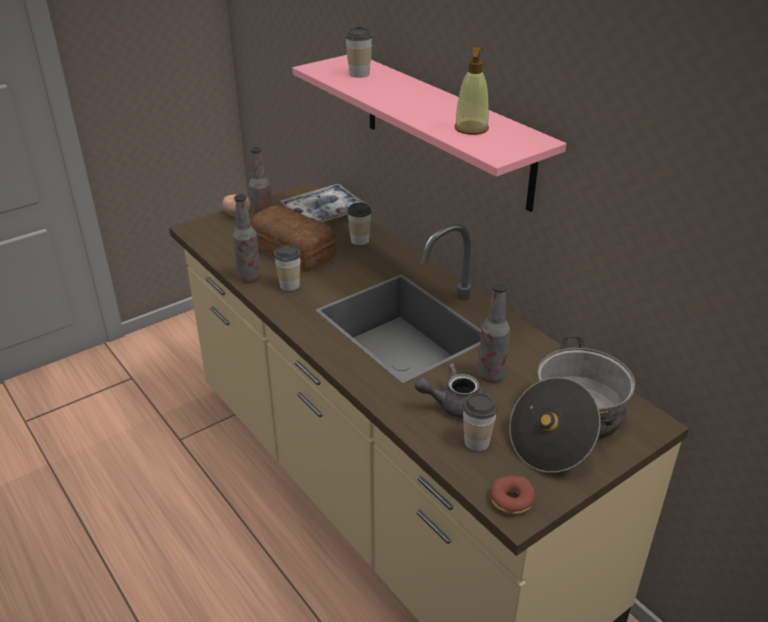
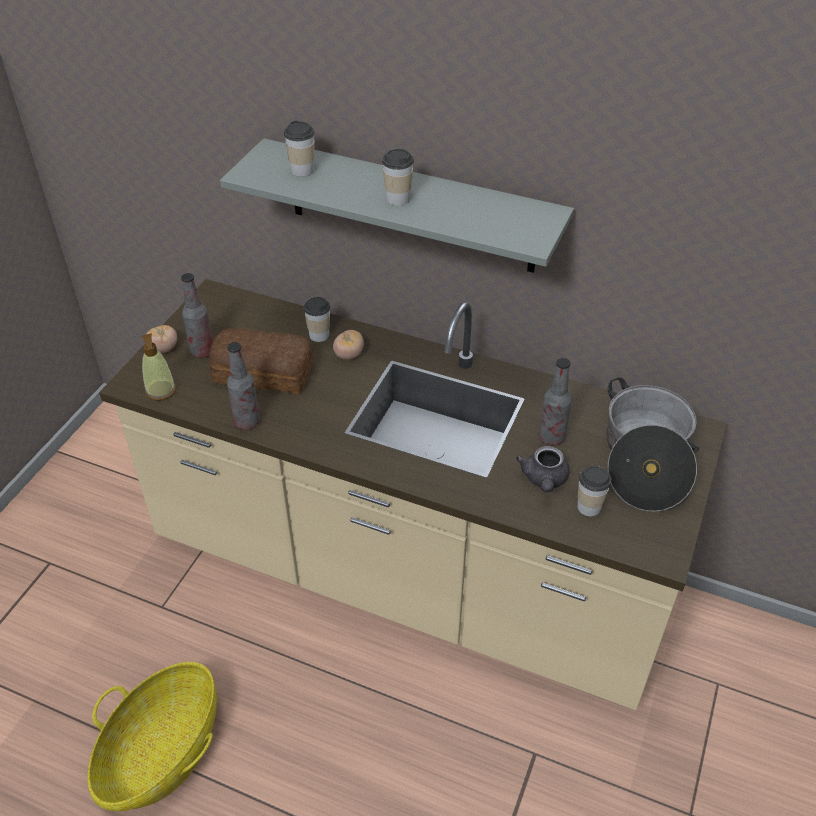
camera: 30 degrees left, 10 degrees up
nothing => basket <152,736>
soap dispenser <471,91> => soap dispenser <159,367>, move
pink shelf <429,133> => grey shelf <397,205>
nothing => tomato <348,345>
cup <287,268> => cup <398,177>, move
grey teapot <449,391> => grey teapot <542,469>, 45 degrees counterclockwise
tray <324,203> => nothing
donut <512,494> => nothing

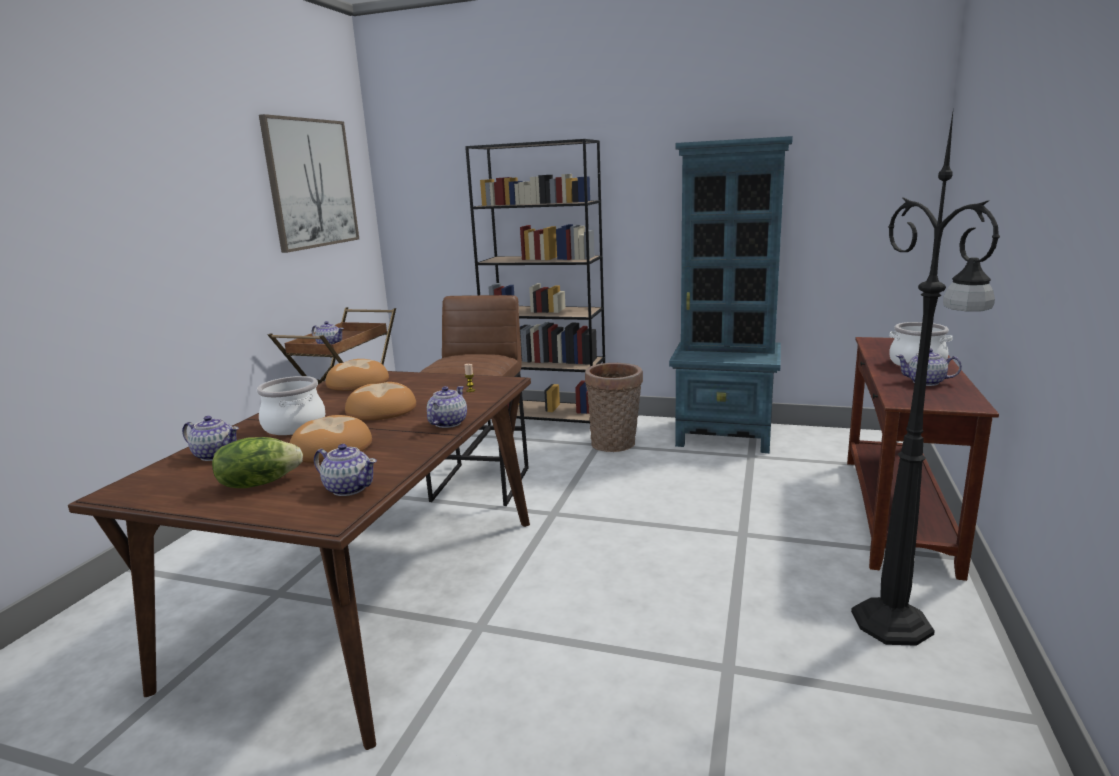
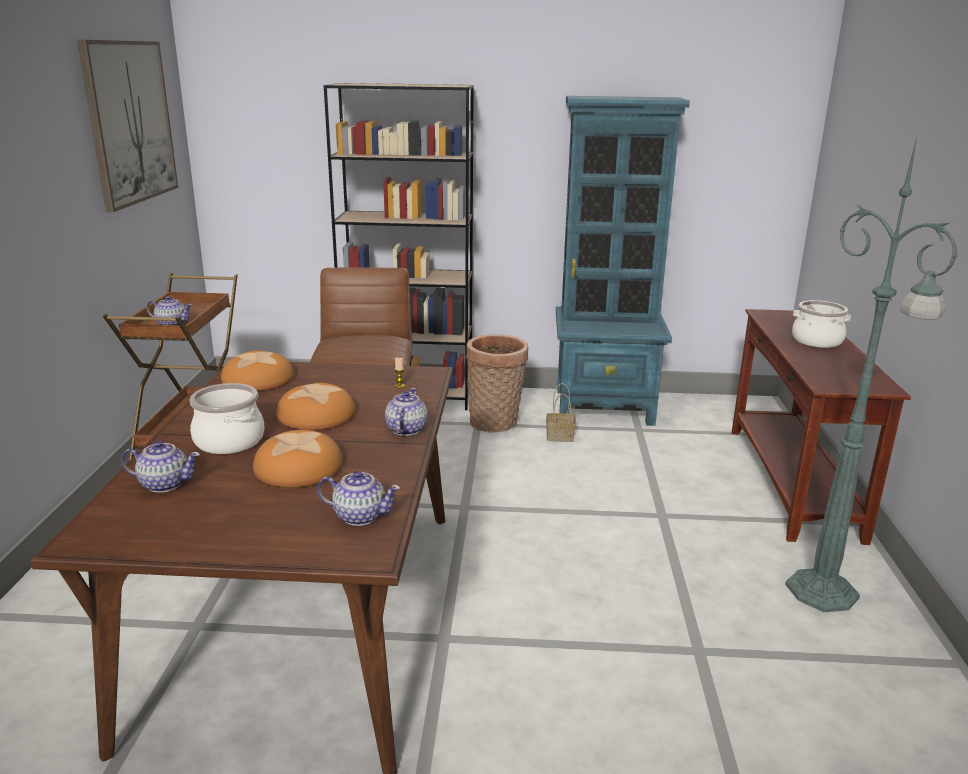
camera: 15 degrees left, 5 degrees up
nothing => basket <561,412>
black floor lamp <925,379> => green floor lamp <871,372>
lettuce <257,462> => nothing
teapot <929,367> => nothing

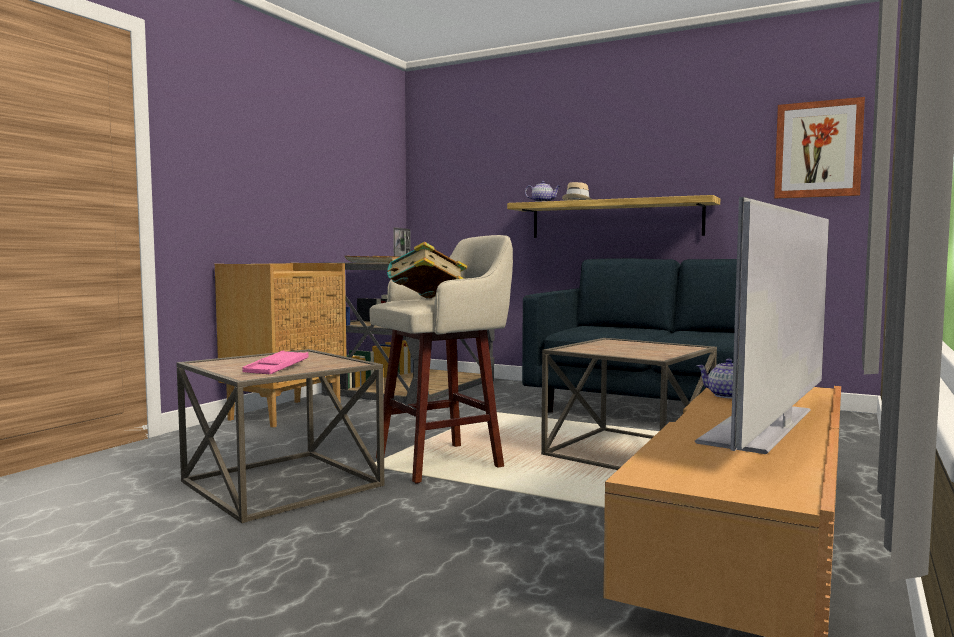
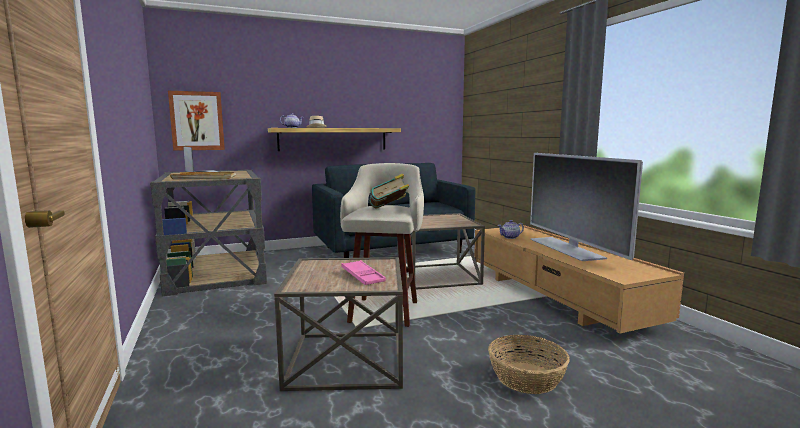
camera: 50 degrees left, 5 degrees up
picture <819,148> => picture <196,121>, move
nothing => basket <529,364>
brown cabinet <281,345> => nothing

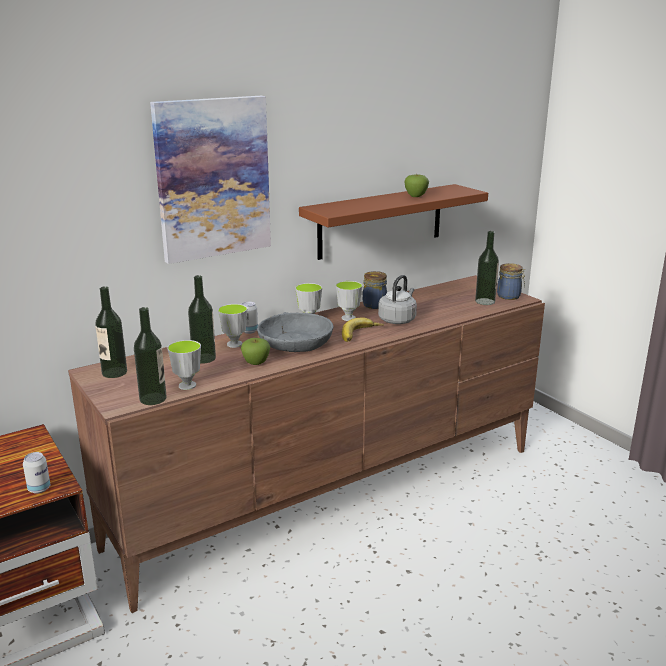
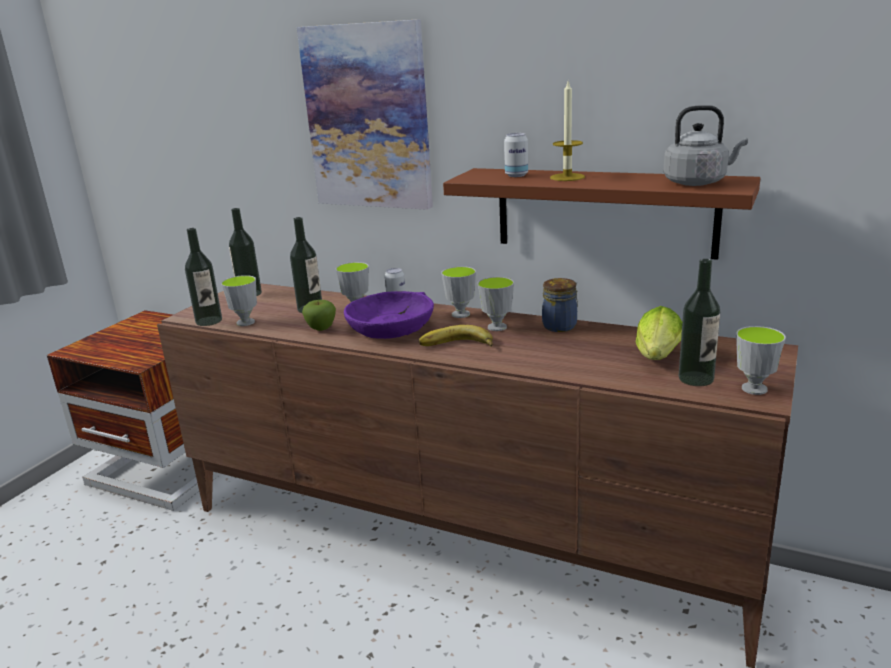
camera: 60 degrees right, 0 degrees up
grey bowl <295,332> => purple bowl <389,315>
can <36,473> => can <516,155>, move
nothing => candle <567,131>
nothing => lettuce <659,333>
grey kettle <397,299> => grey kettle <705,145>, move
jar <511,281> => cup <761,360>
apple <416,185> => nothing

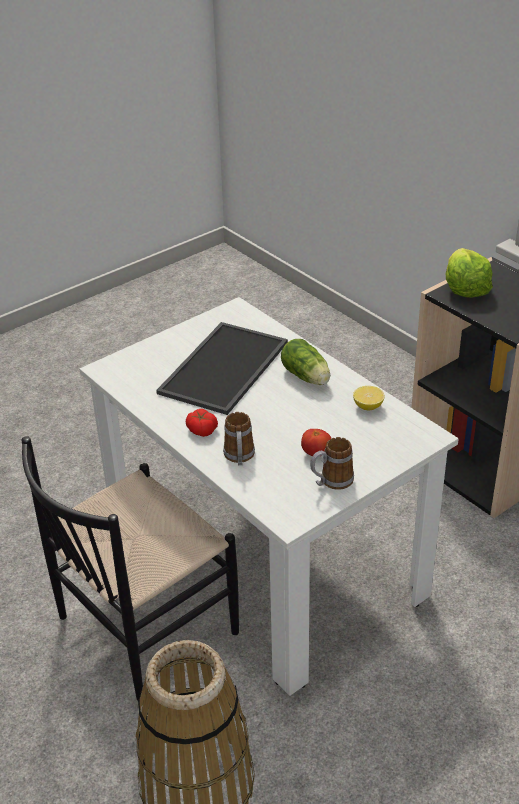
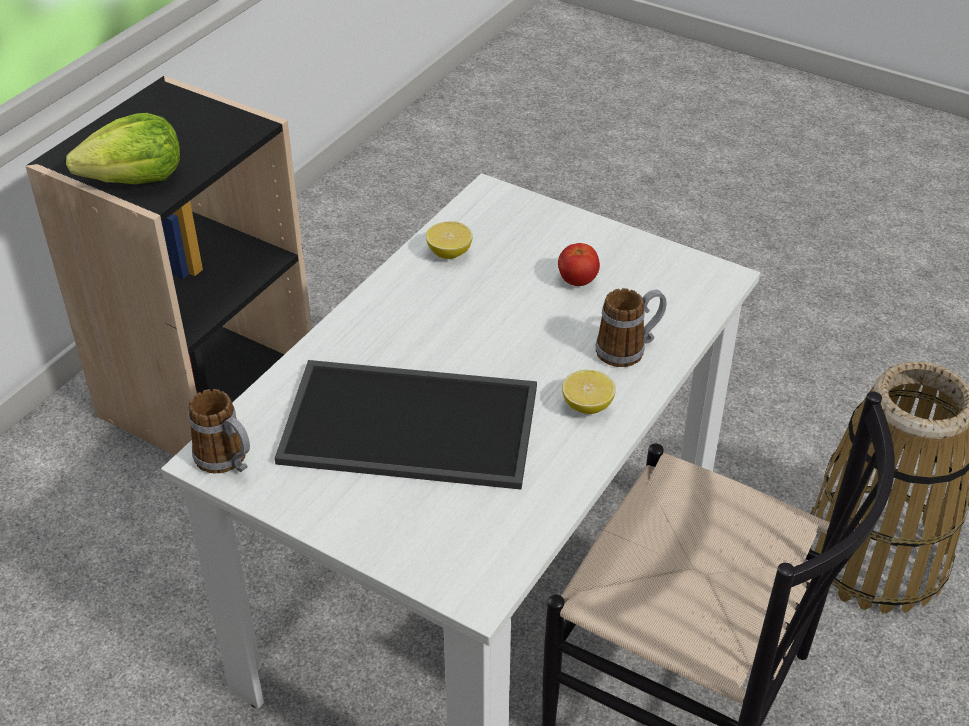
camera: 110 degrees left, 5 degrees up
mug <332,463> => mug <219,431>, move
tomato <202,423> => lemon <589,392>
lettuce <305,362> => nothing

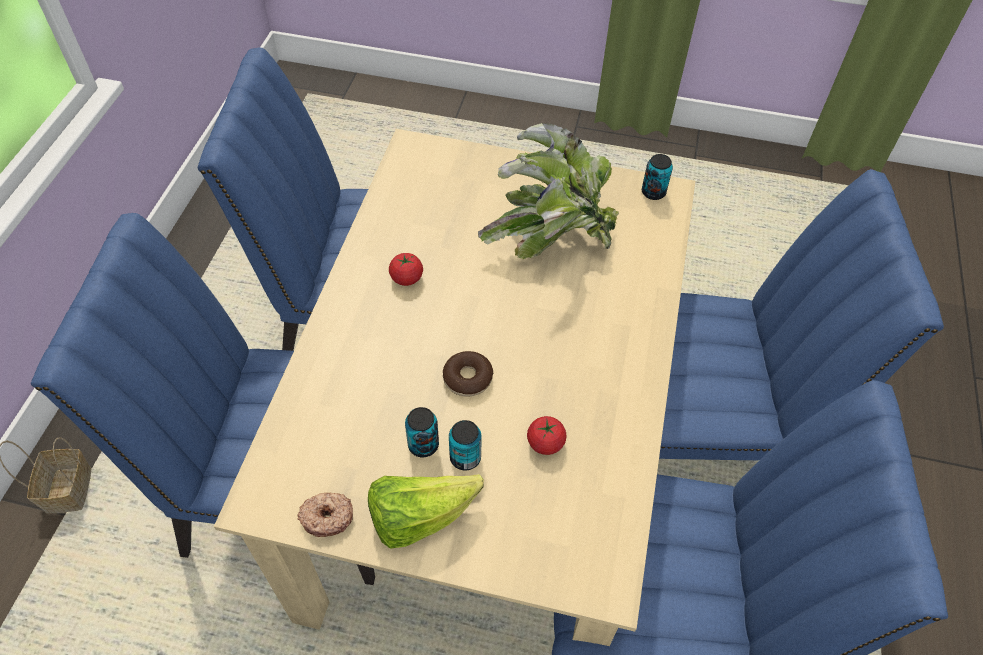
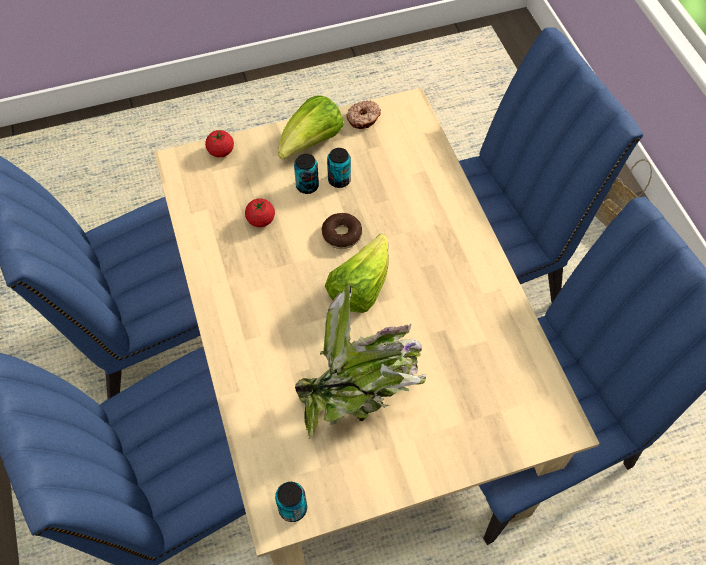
camera: 150 degrees right, 5 degrees up
tomato <406,269> => tomato <219,143>, move
nothing => lettuce <357,273>

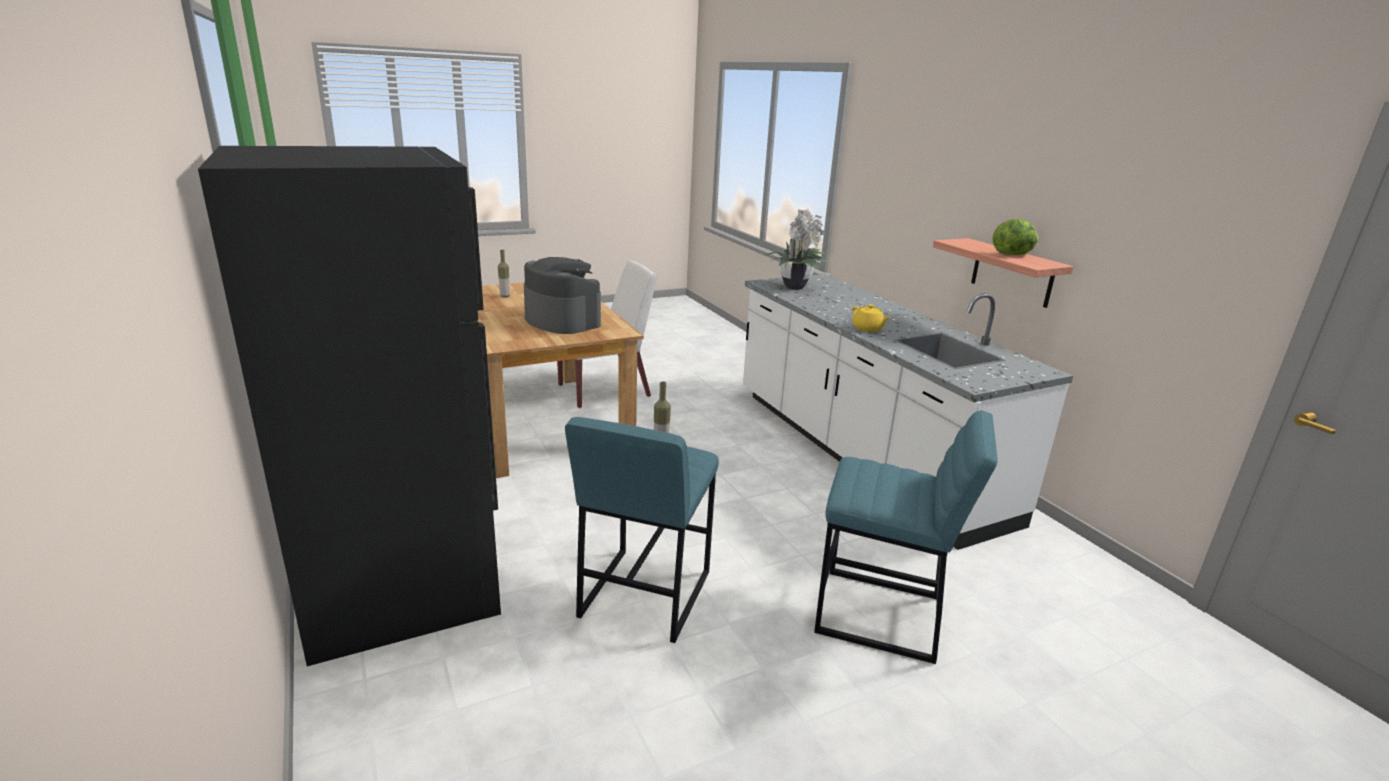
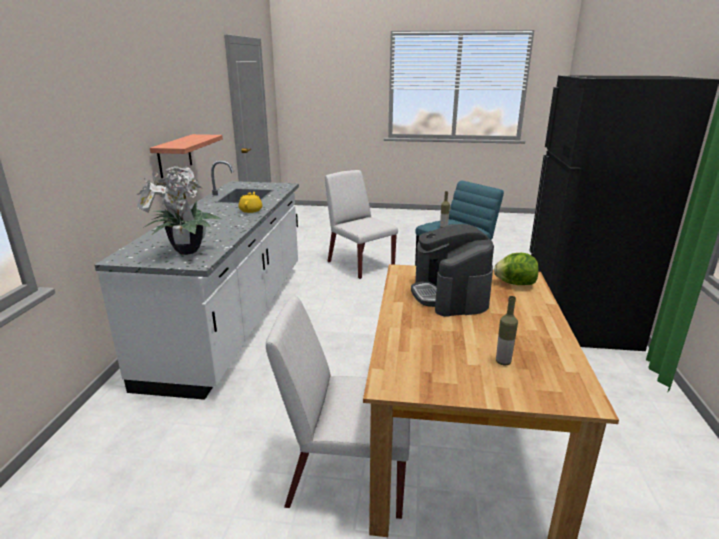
camera: 145 degrees left, 0 degrees up
blue stool <906,537> => white chair <361,224>
lettuce <1015,237> => lettuce <516,269>, move

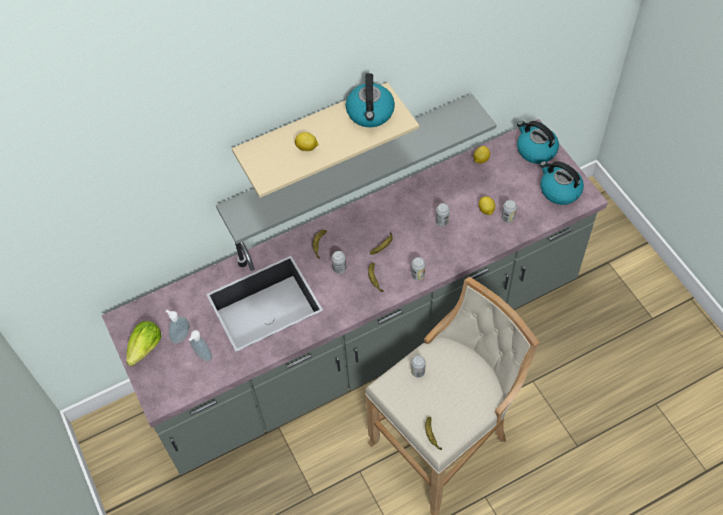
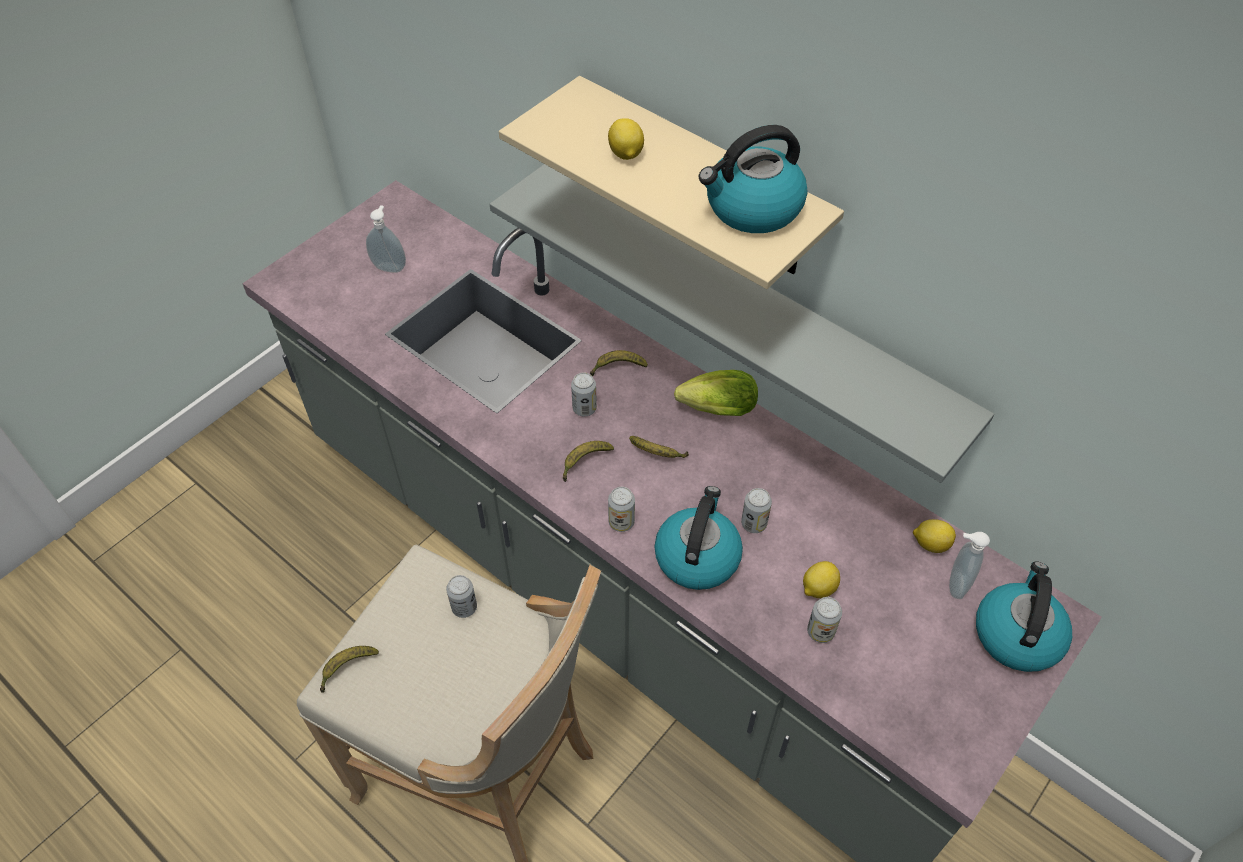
camera: 65 degrees right, 5 degrees down
kettle <562,183> => kettle <698,538>, move
lettuce <143,343> => lettuce <716,393>, move
soap dispenser <200,345> => soap dispenser <969,565>, move

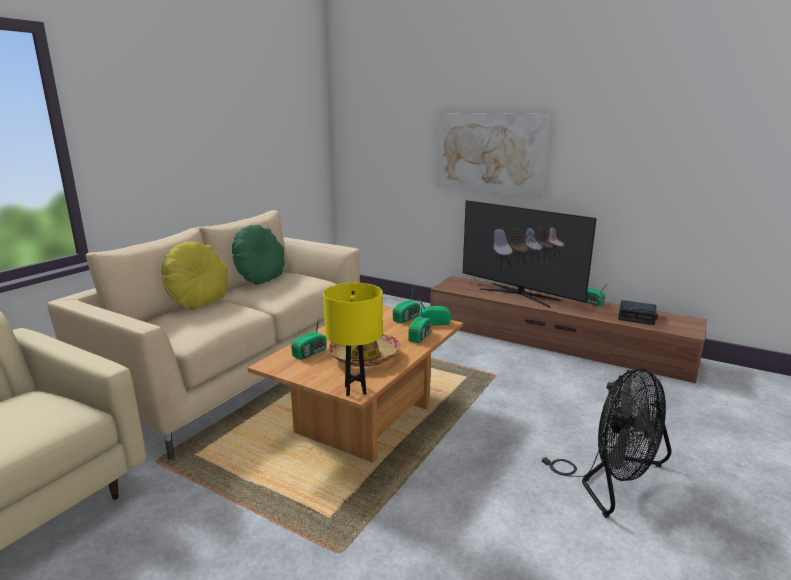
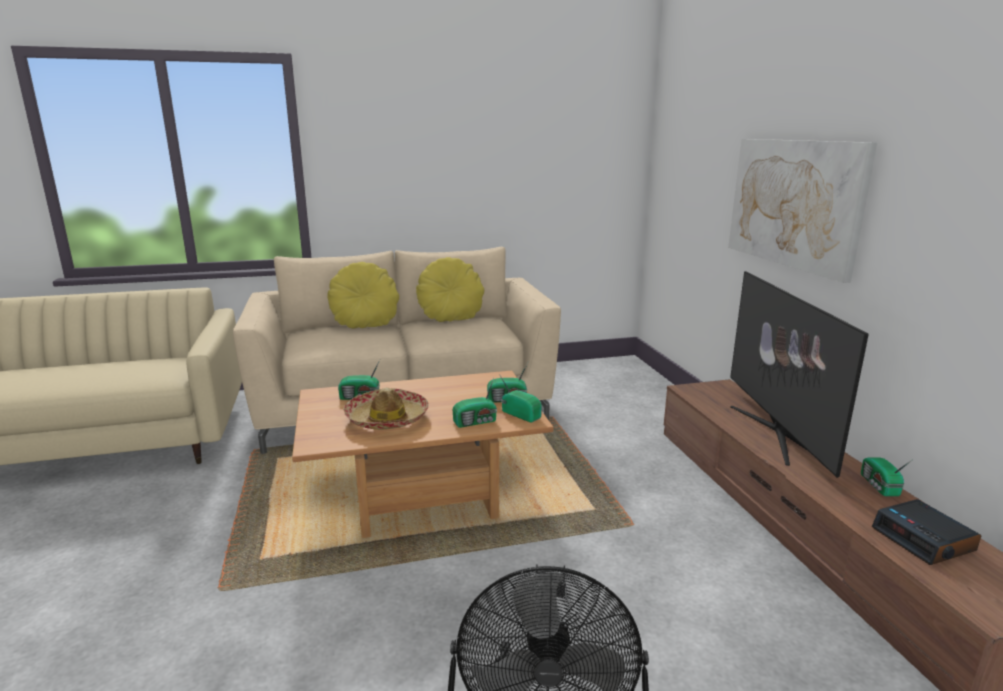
camera: 45 degrees right, 0 degrees up
green pillow <258,255> => yellow pillow <450,289>
yellow table lamp <353,339> => nothing

